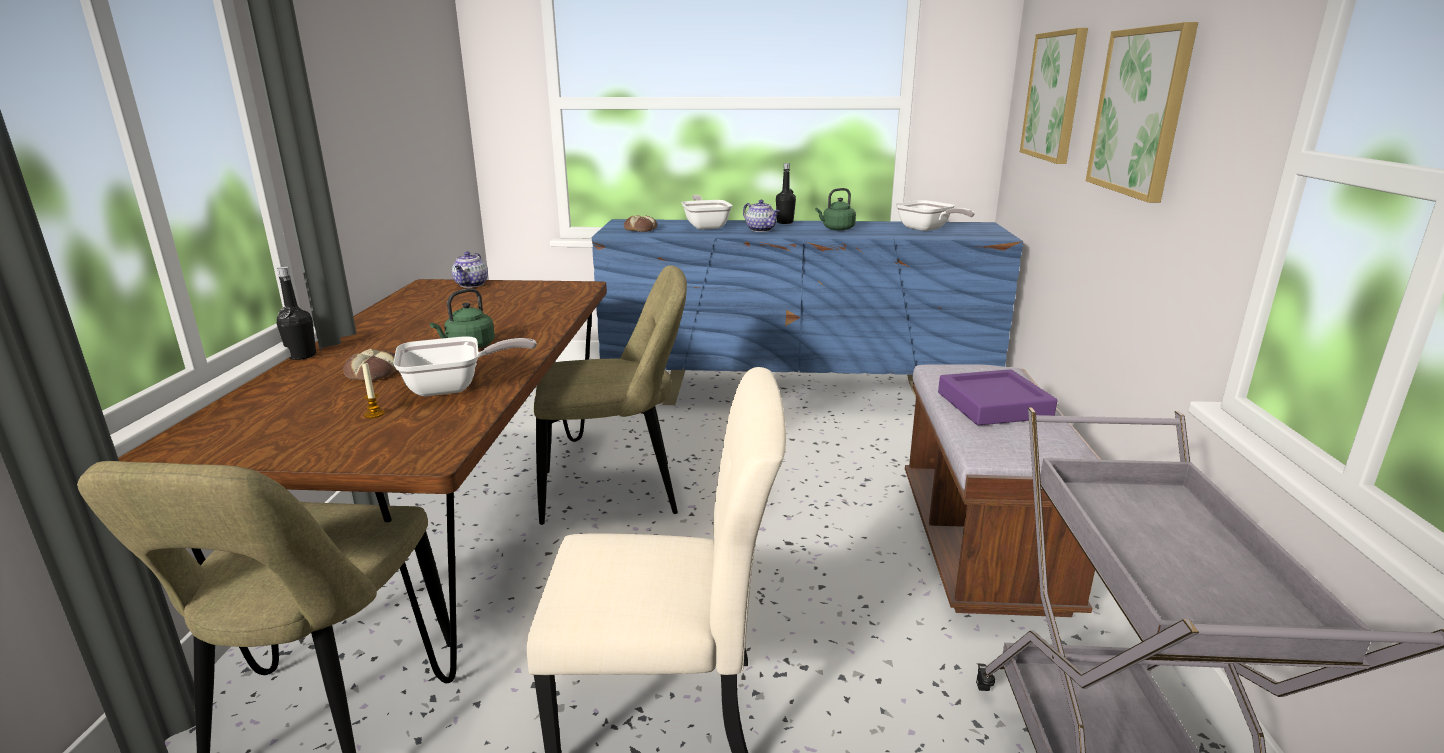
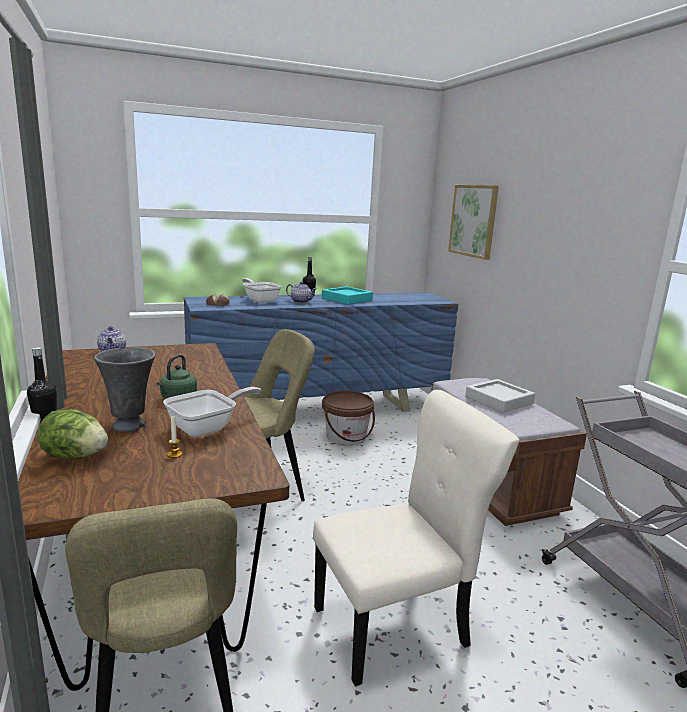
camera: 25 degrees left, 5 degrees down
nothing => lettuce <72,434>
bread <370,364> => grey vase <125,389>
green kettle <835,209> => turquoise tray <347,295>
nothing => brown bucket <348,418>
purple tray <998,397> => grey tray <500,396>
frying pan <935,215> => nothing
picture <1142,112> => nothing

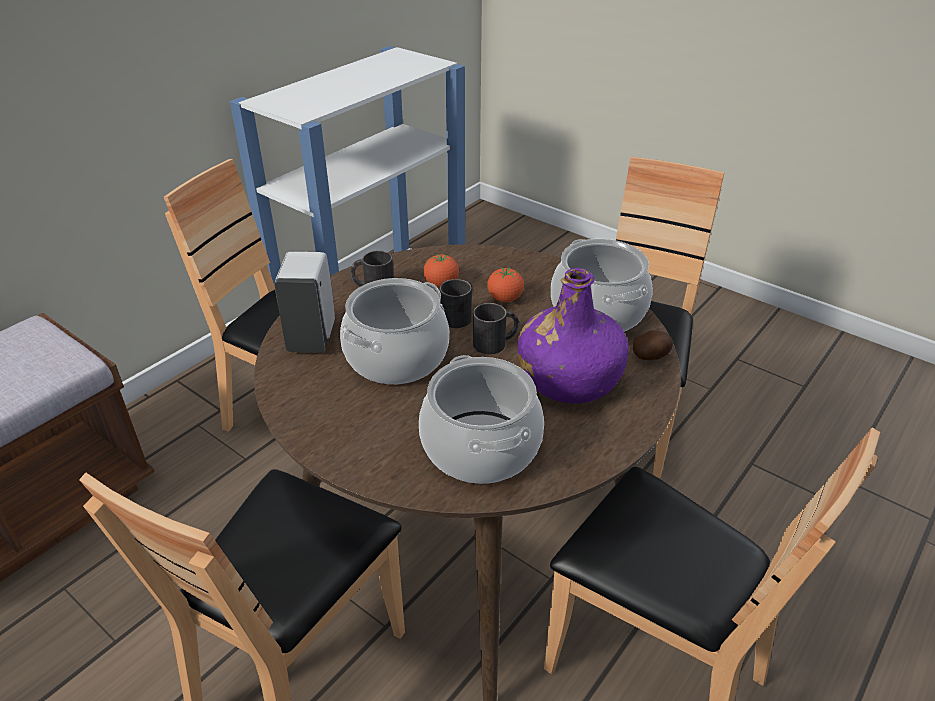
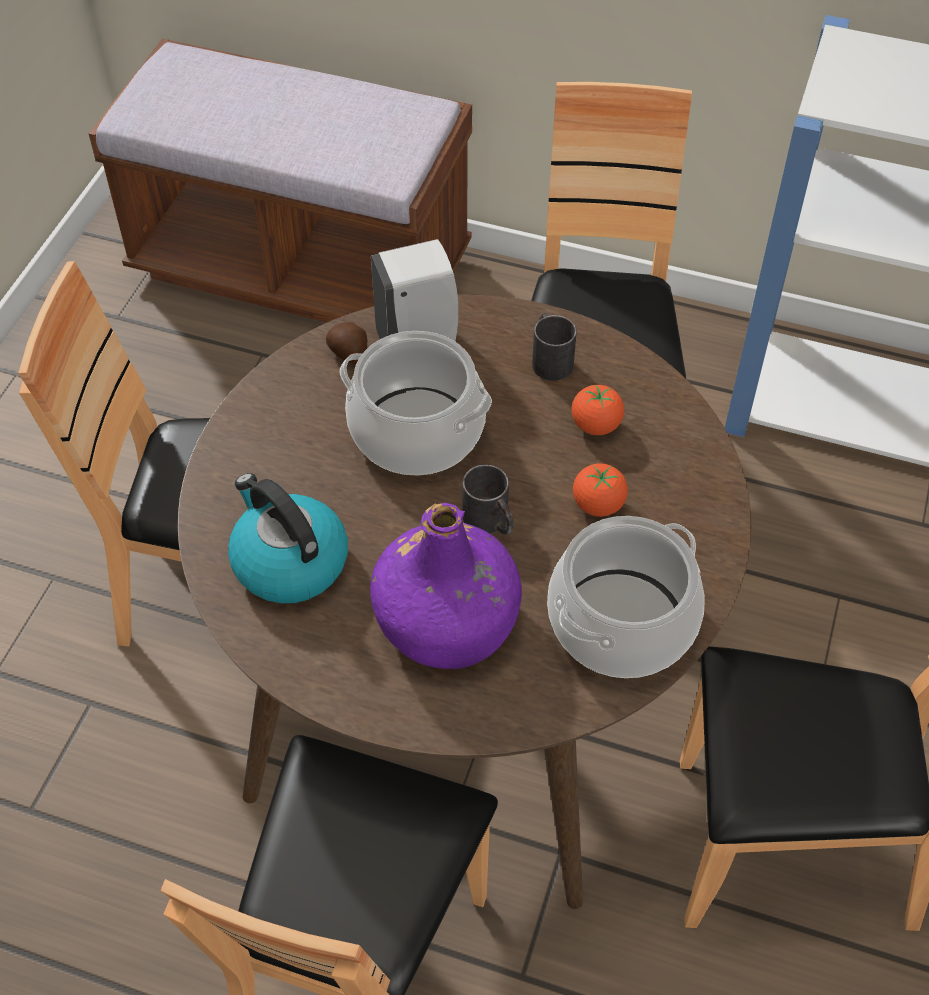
camera: 70 degrees right, 15 degrees up
cooking pot <481,419> => kettle <288,538>
potato <653,345> => potato <346,343>, move
black mug <456,303> => nothing

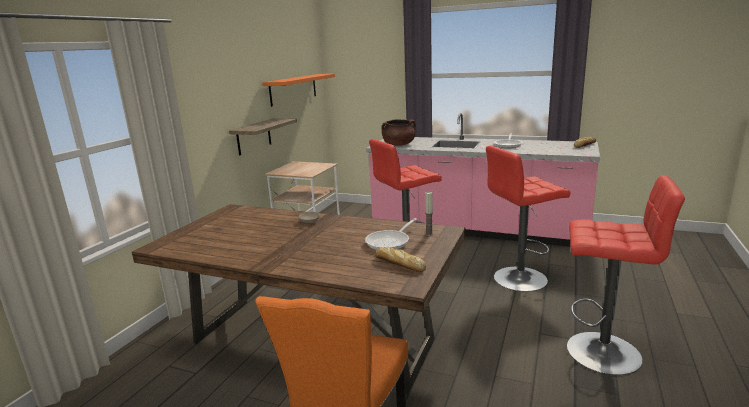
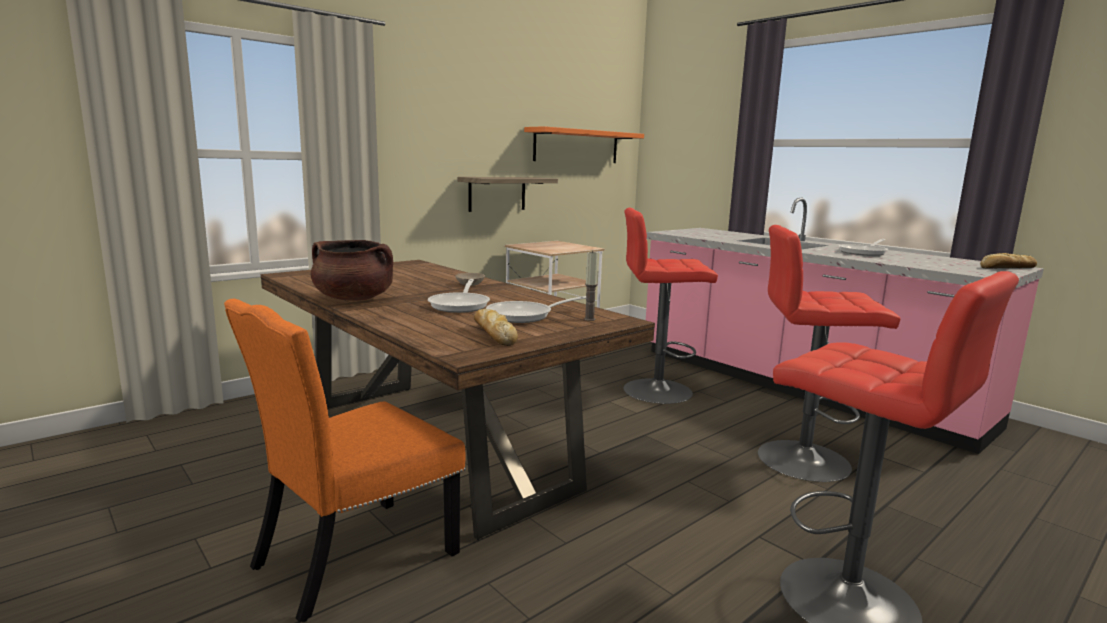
camera: 25 degrees right, 5 degrees down
brown cooking pot <398,132> => brown cooking pot <352,270>, move
nothing => frying pan <459,296>

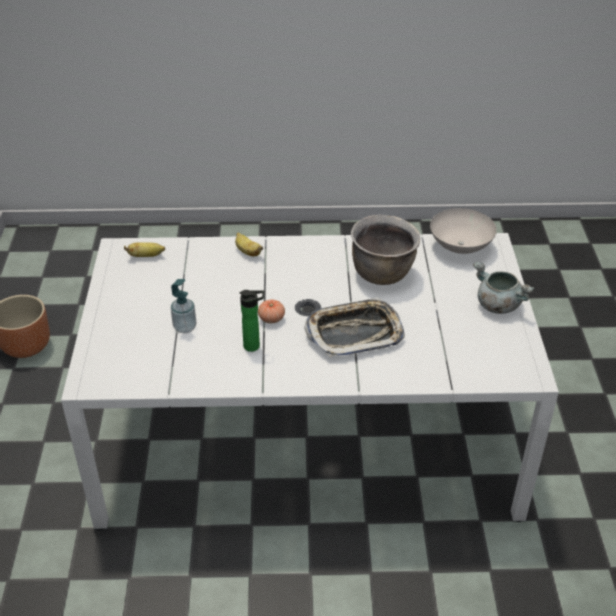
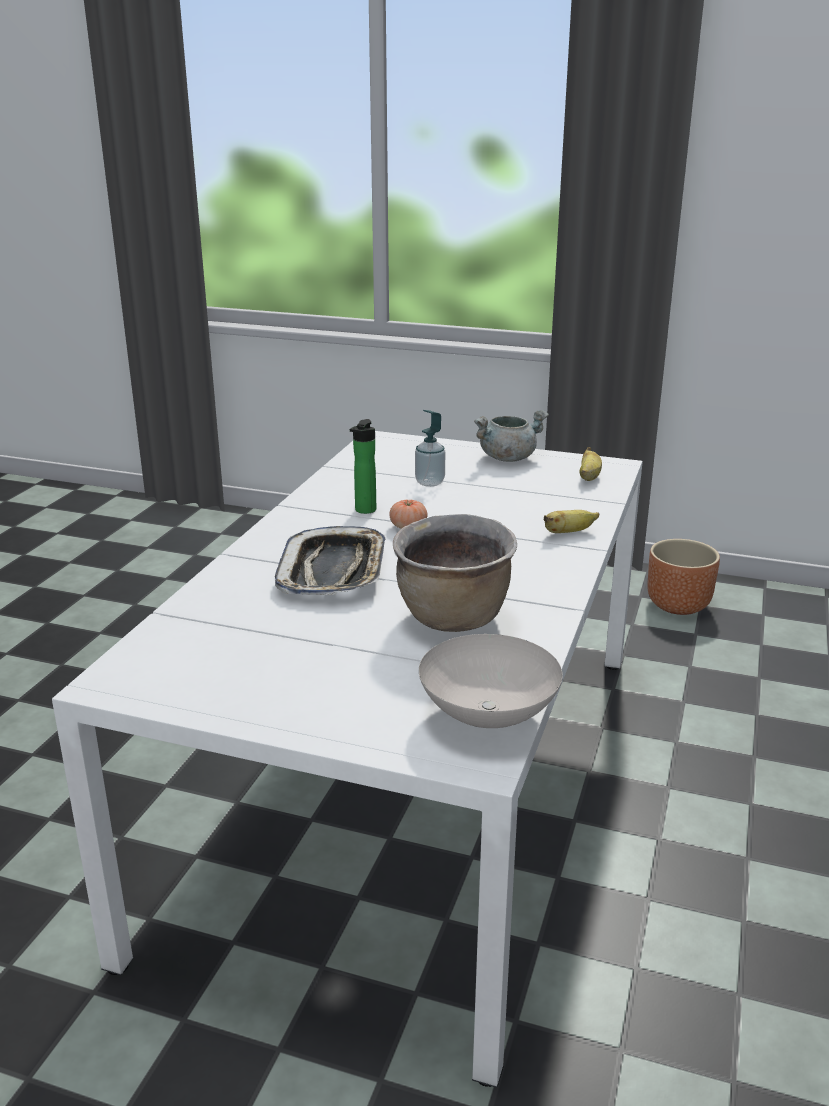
camera: 110 degrees right, 15 degrees down
grey cooking pot <503,288> => grey cooking pot <511,436>, move

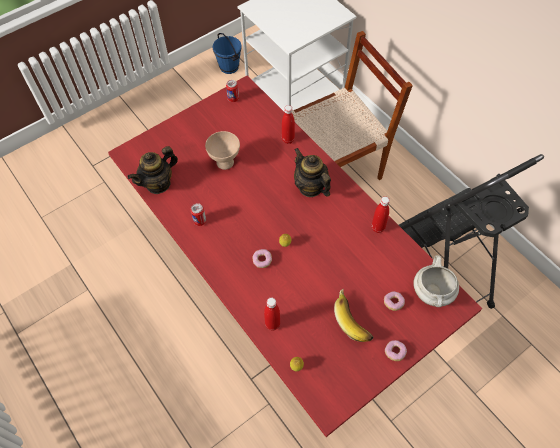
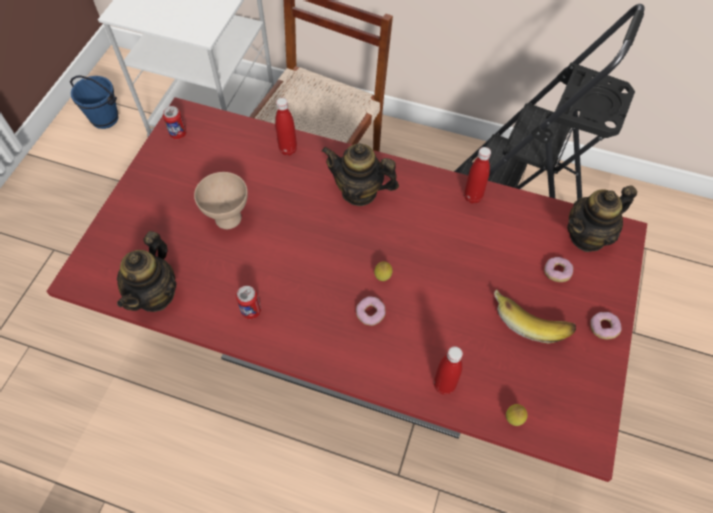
camera: 35 degrees left, 0 degrees up
white cooking pot <436,281> => teapot <602,218>

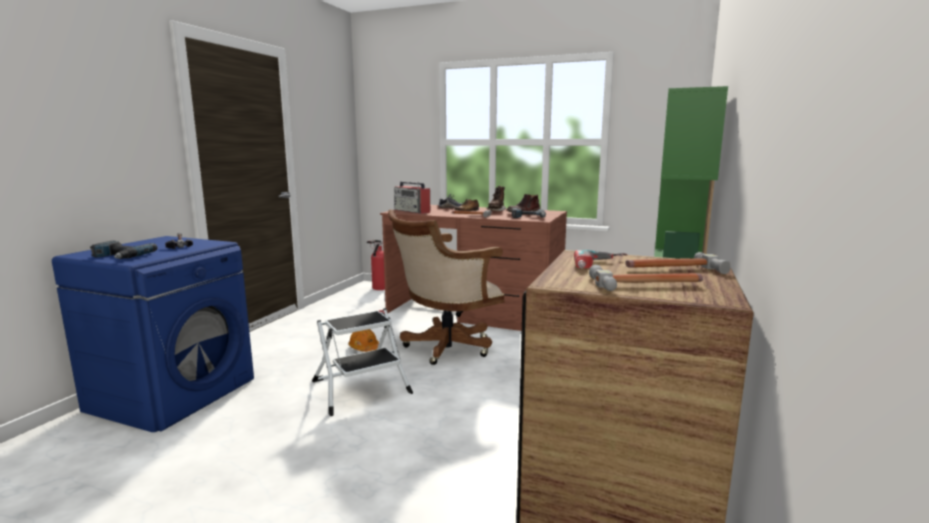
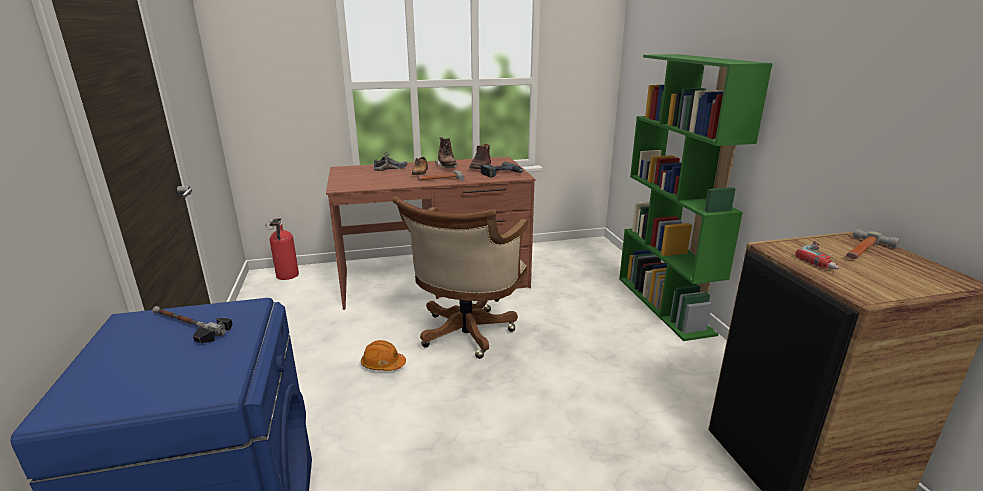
camera: 35 degrees left, 10 degrees up
power drill <123,250> => nothing
step ladder <362,362> => nothing
radio <412,198> => nothing
hammer <646,278> => nothing

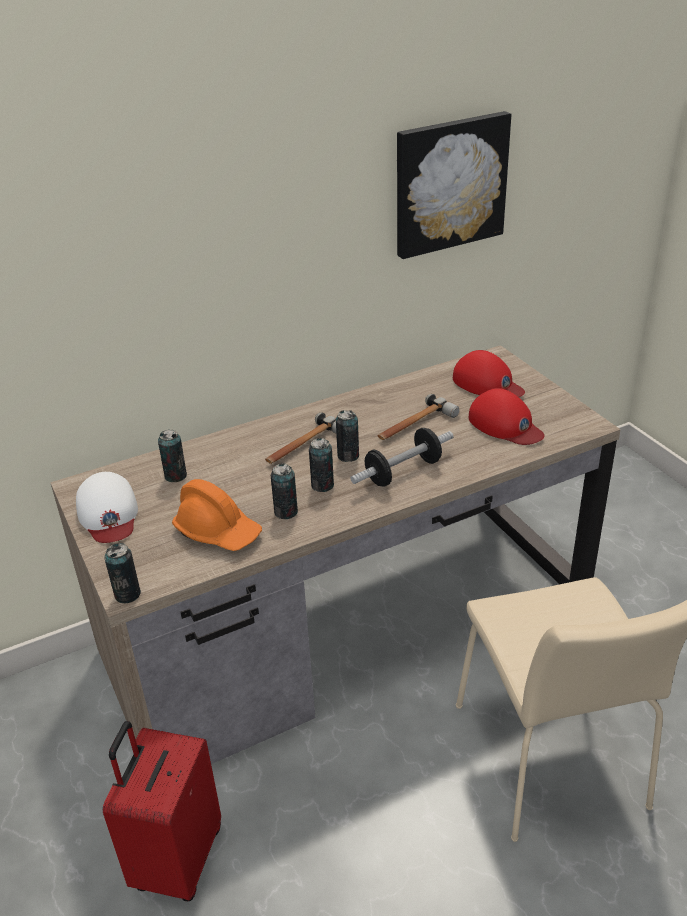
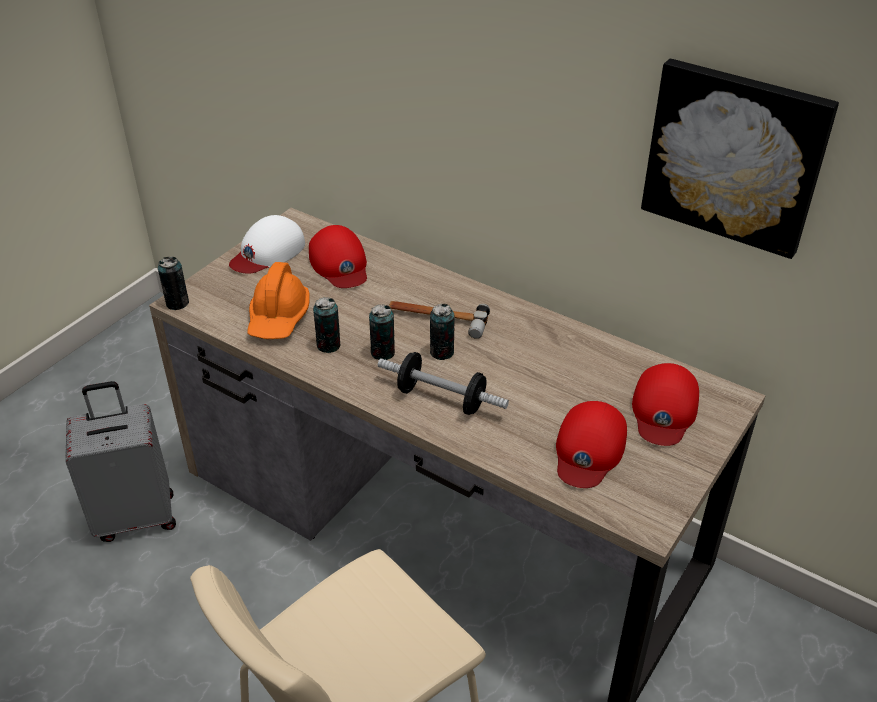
camera: 60 degrees right, 5 degrees up
red suitcase <162,811> => grey suitcase <120,461>
can <172,456> => red cap <338,256>
hammer <418,417> => nothing

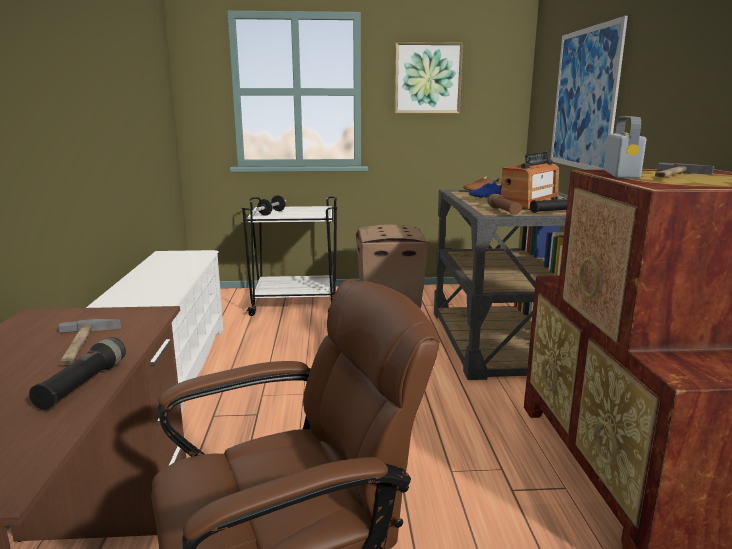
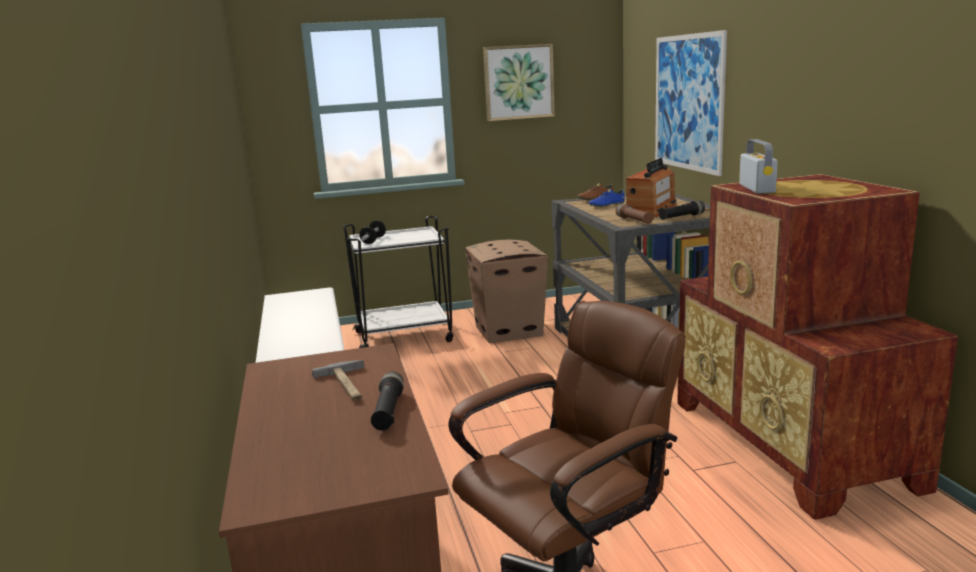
camera: 10 degrees left, 0 degrees up
hammer <684,170> => nothing

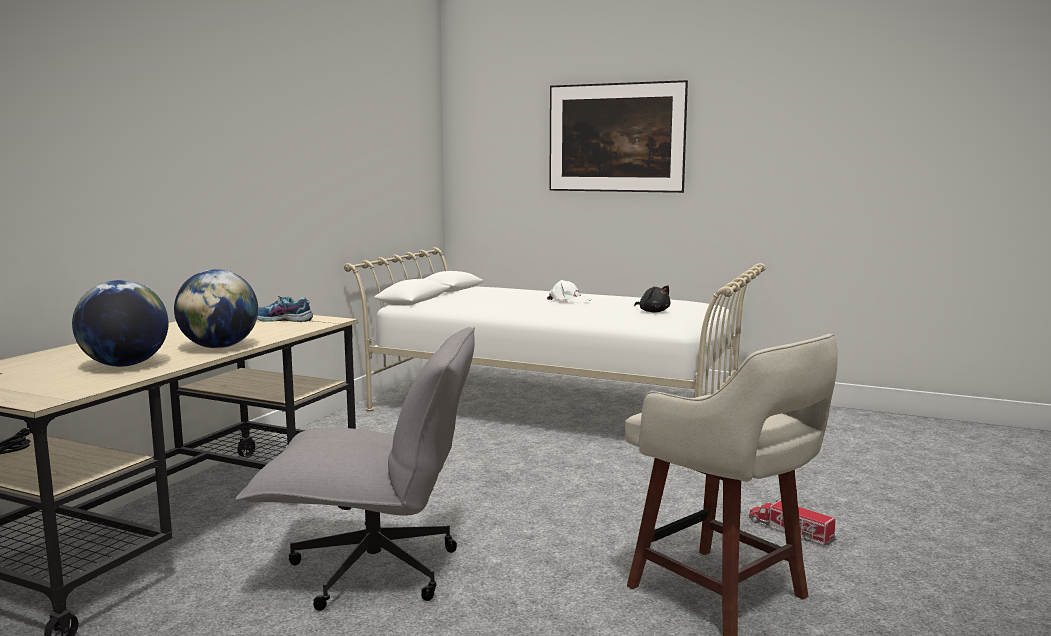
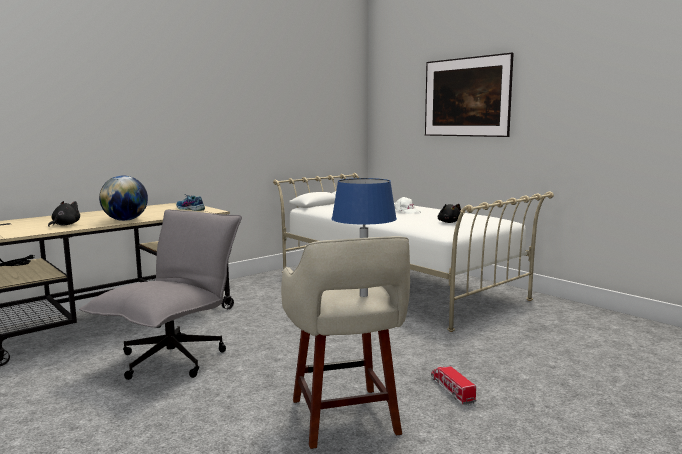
camera: 25 degrees right, 0 degrees up
globe <120,323> => black plush toy <64,214>
grey office chair <355,469> => grey office chair <160,295>, 90 degrees counterclockwise
nothing => blue table lamp <364,237>

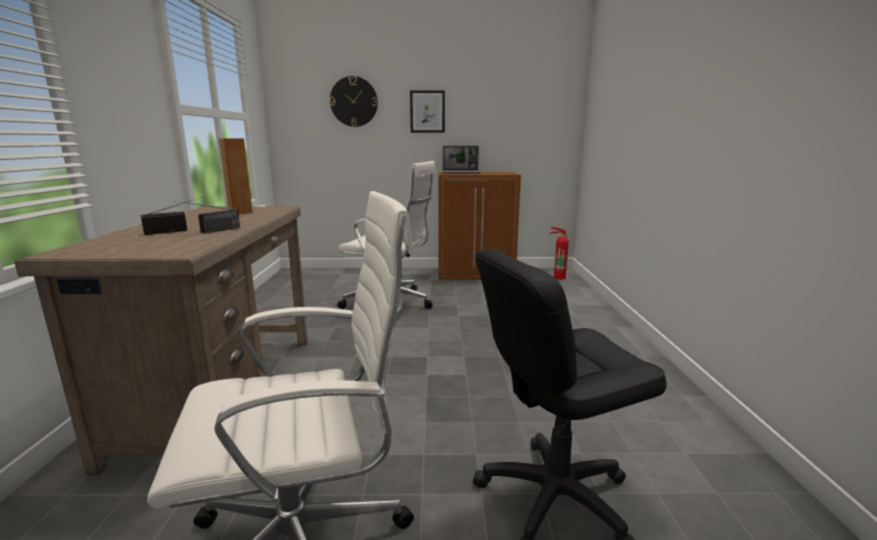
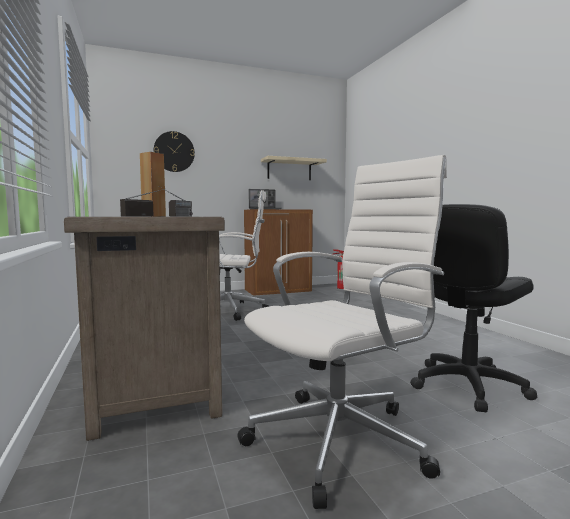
camera: 20 degrees left, 10 degrees down
nothing => beige shelf <294,168>
picture <427,112> => nothing

